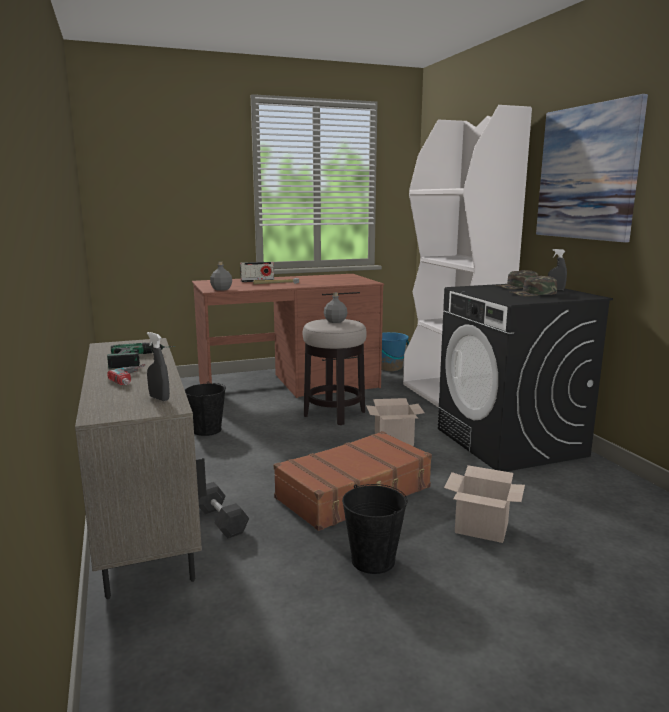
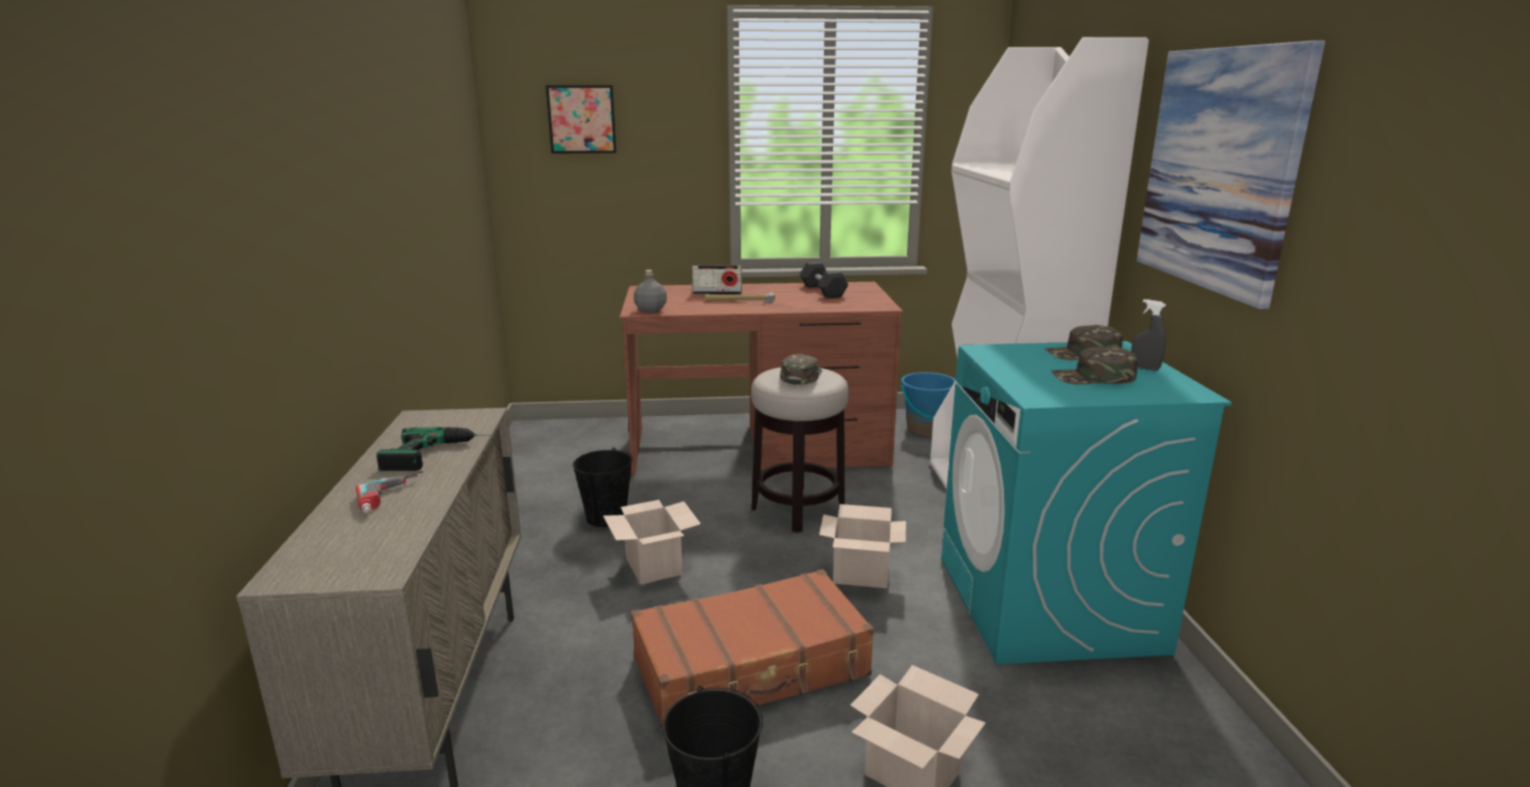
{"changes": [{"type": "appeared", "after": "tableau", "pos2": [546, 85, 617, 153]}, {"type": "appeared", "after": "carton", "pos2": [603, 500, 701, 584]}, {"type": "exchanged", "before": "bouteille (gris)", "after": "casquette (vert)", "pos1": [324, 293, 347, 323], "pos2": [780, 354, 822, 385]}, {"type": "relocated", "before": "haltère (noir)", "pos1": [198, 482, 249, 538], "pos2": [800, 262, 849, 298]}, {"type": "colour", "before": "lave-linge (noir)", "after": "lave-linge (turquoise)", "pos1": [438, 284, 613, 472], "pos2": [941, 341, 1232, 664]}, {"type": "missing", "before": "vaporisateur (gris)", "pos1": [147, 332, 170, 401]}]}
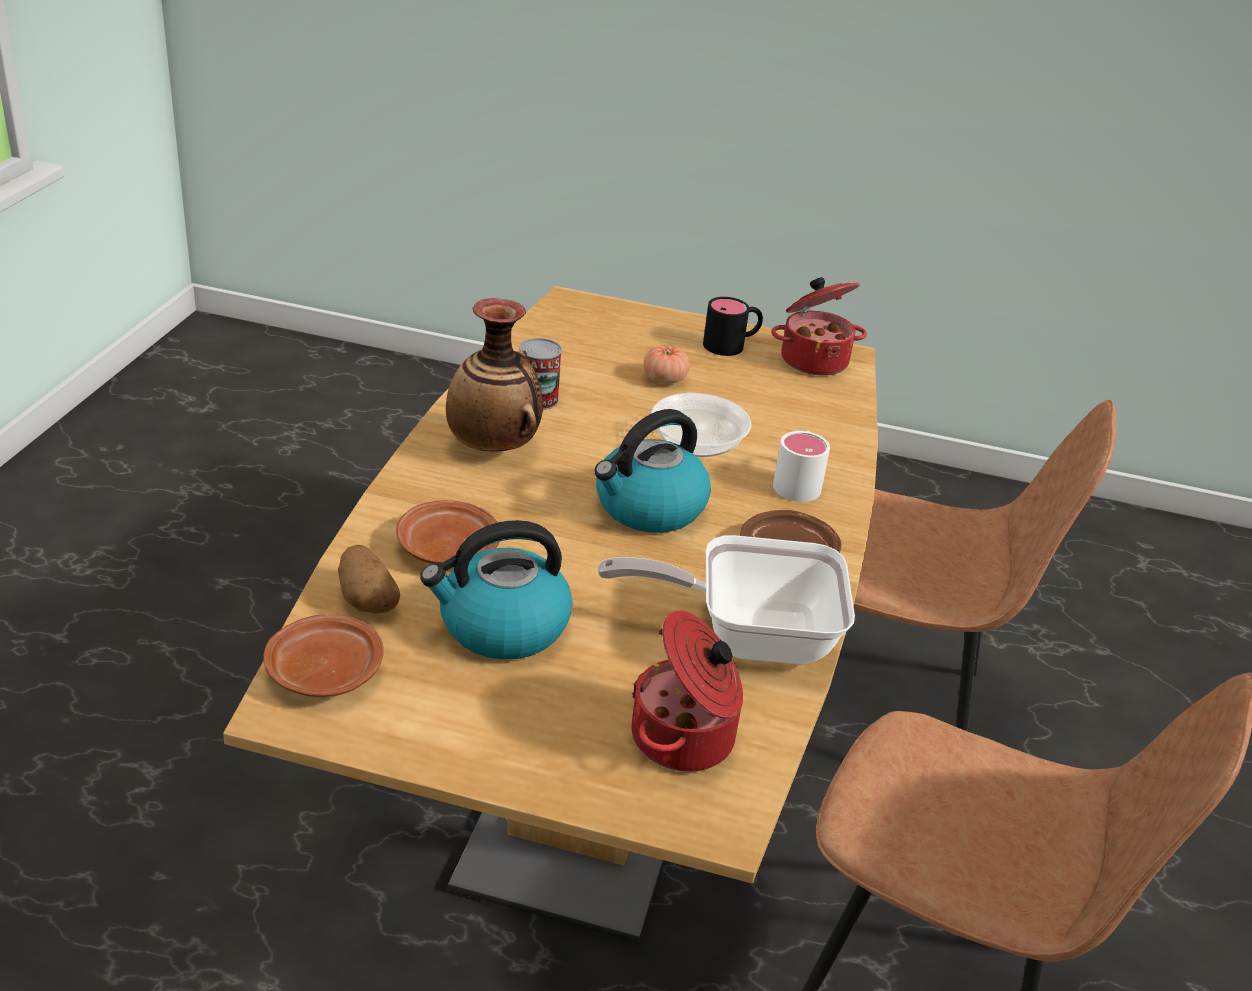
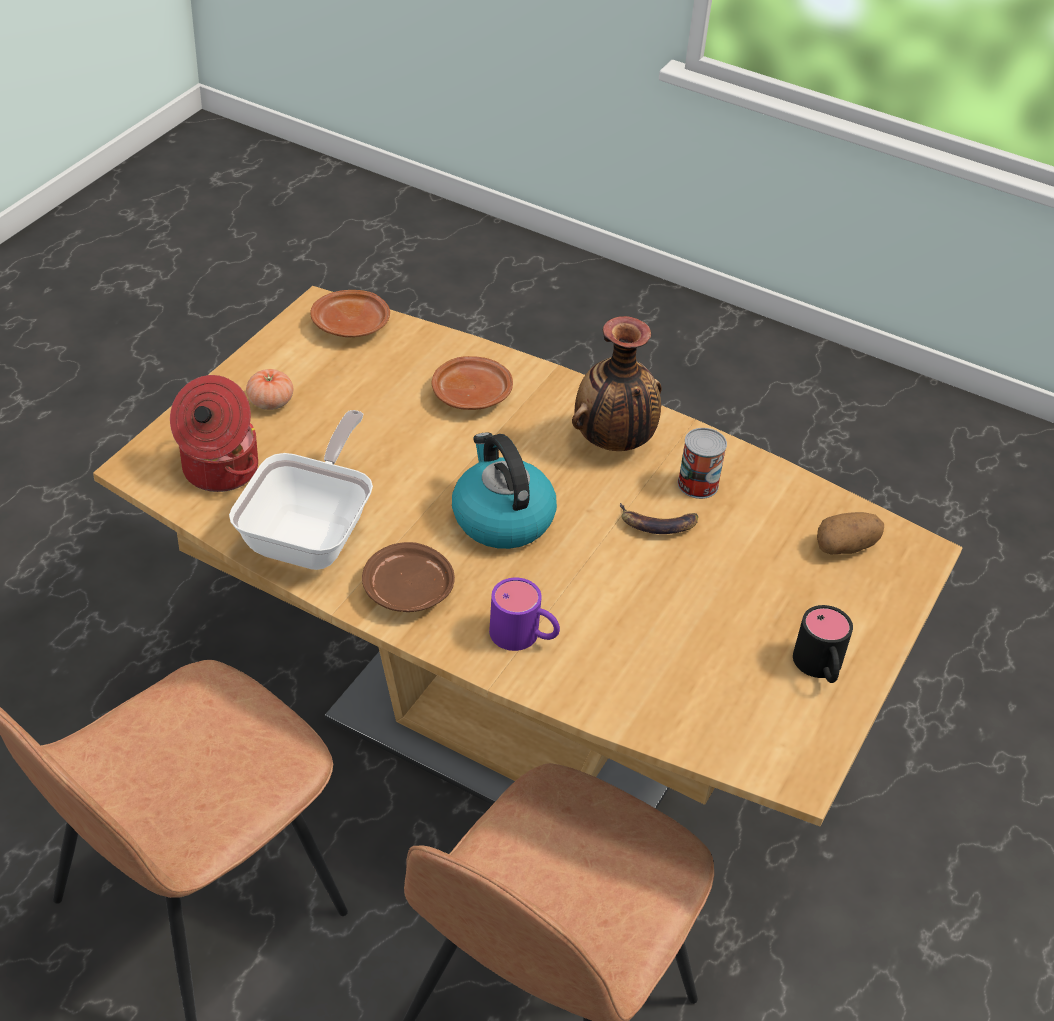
{"changes": [{"type": "relocated", "before": "tomate", "pos1": [643, 345, 690, 384], "pos2": [246, 369, 293, 410]}, {"type": "colour", "before": "mug (blanc)", "after": "mug (violet)", "pos1": [773, 430, 830, 502], "pos2": [489, 578, 560, 651]}, {"type": "appeared", "after": "banane", "pos2": [620, 503, 698, 534]}, {"type": "relocated", "before": "pomme de terre", "pos1": [338, 545, 400, 613], "pos2": [817, 512, 884, 554]}, {"type": "missing", "before": "bouilloire", "pos1": [420, 520, 573, 660]}, {"type": "missing", "before": "bol", "pos1": [651, 393, 751, 457]}, {"type": "missing", "before": "marmite", "pos1": [771, 277, 867, 376]}]}
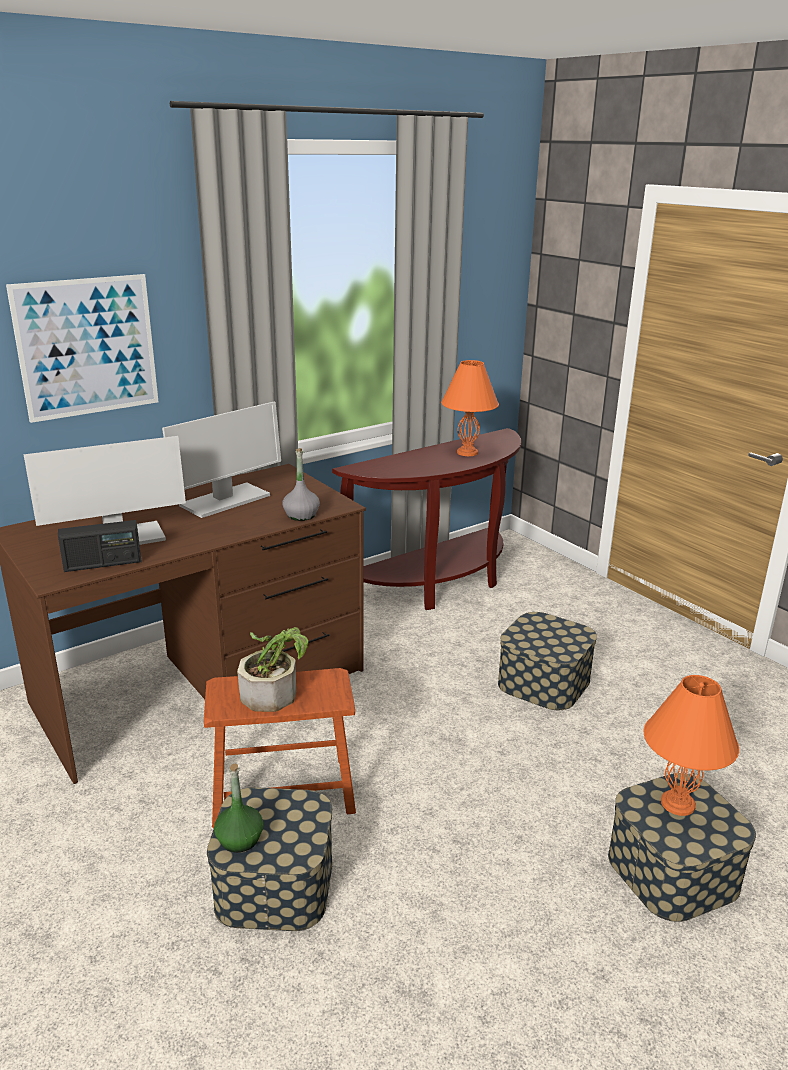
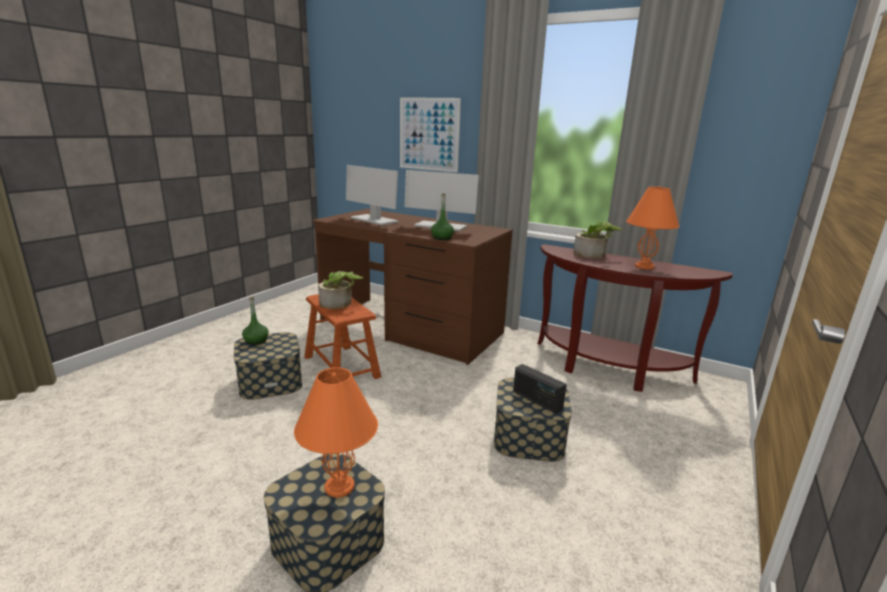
{"changes": [{"type": "colour", "before": "bouteille (gris)", "after": "bouteille (vert)", "pos1": [282, 448, 320, 521], "pos2": [431, 194, 454, 240]}, {"type": "relocated", "before": "radio", "pos1": [58, 520, 142, 572], "pos2": [513, 364, 567, 414]}, {"type": "appeared", "after": "plante en pot", "pos2": [573, 221, 623, 259]}]}
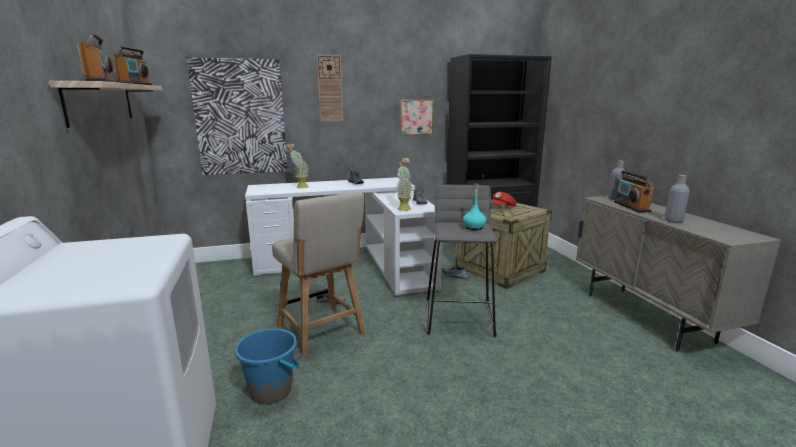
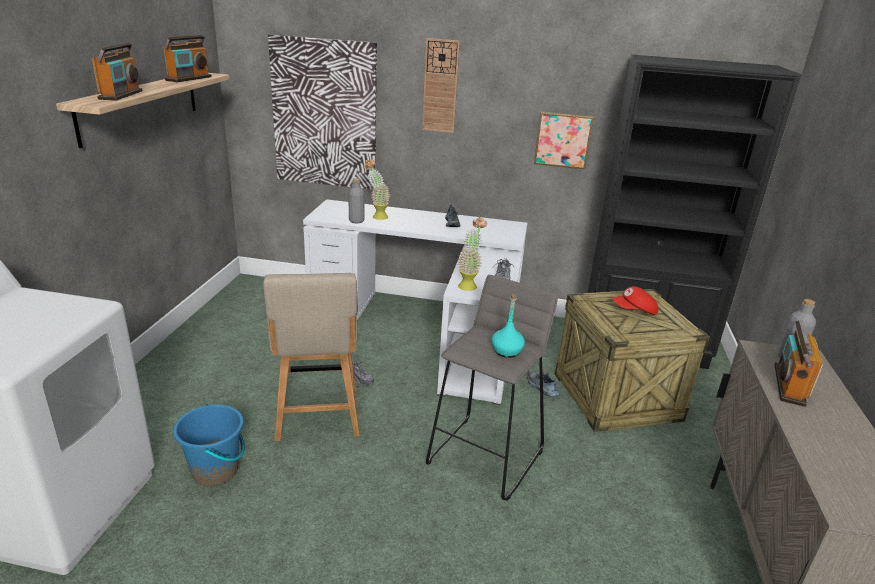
{"changes": [{"type": "relocated", "before": "bouteille (gris)", "pos1": [665, 175, 690, 223], "pos2": [348, 178, 365, 223]}]}
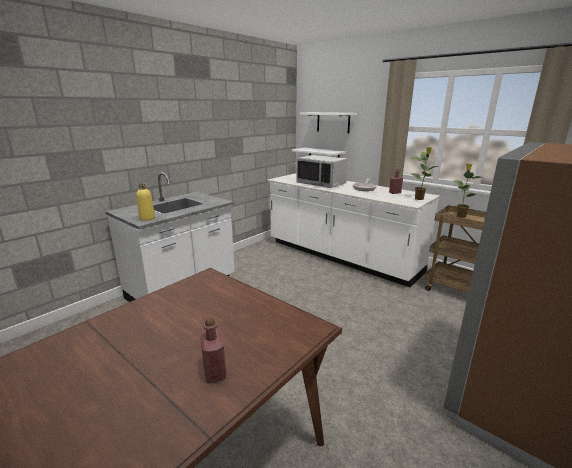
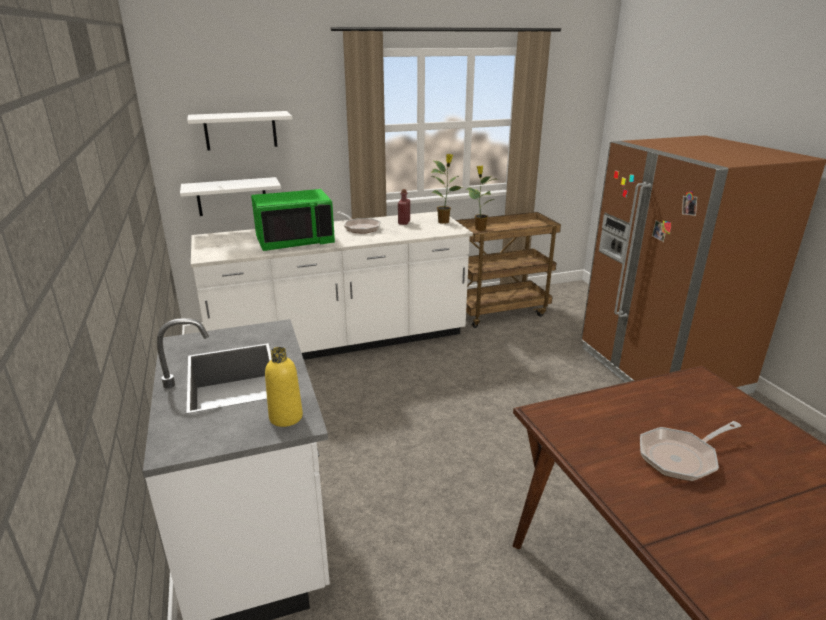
{"changes": [{"type": "colour", "before": "micro-ondes (gris)", "after": "micro-ondes (vert)", "pos1": [296, 155, 348, 188], "pos2": [251, 189, 335, 251]}, {"type": "appeared", "after": "poêle", "pos2": [640, 421, 741, 482]}, {"type": "missing", "before": "bouteille (rouge)", "pos1": [200, 316, 226, 383]}]}
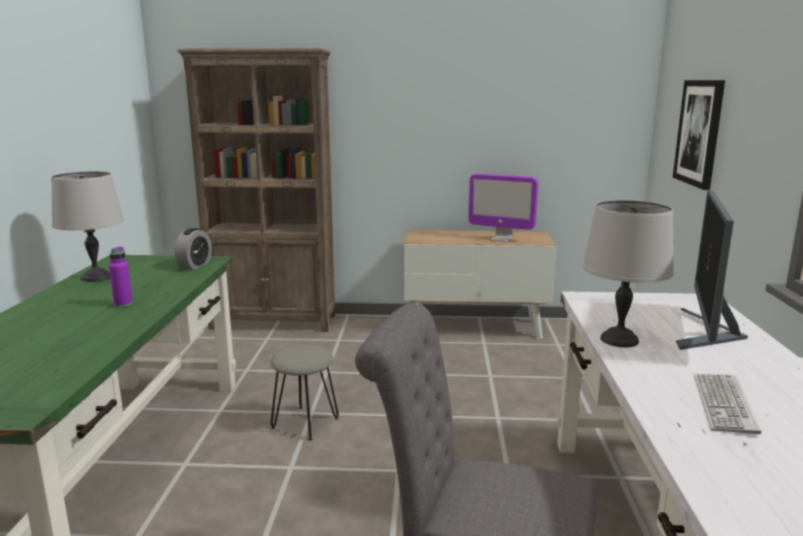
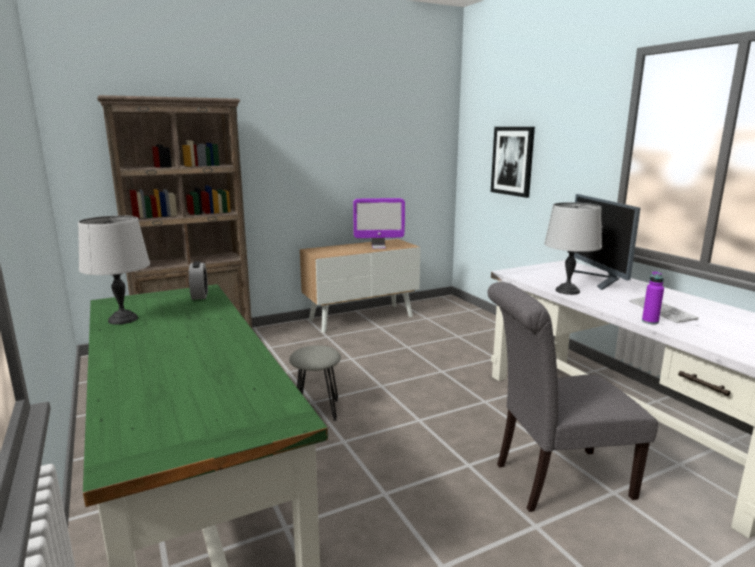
{"changes": [{"type": "relocated", "before": "bouteille (violet)", "pos1": [109, 247, 133, 307], "pos2": [642, 271, 664, 324]}]}
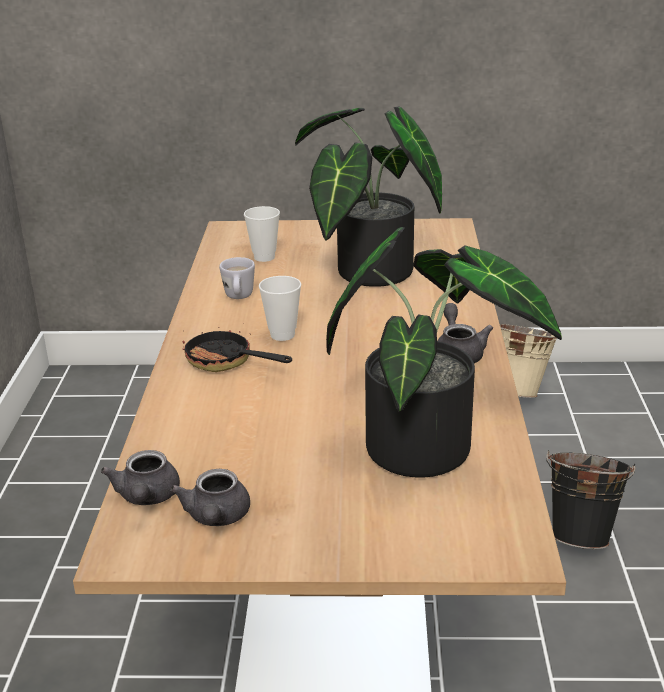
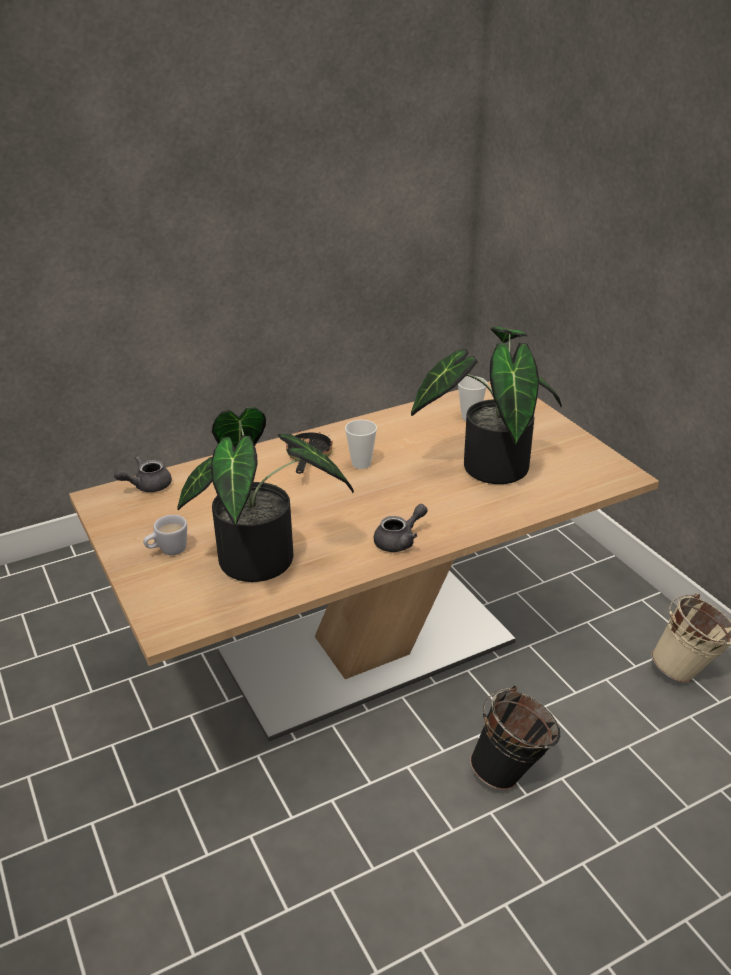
{"changes": [{"type": "relocated", "before": "mug (blanc)", "pos1": [219, 257, 255, 299], "pos2": [143, 515, 187, 555]}, {"type": "missing", "before": "théière (gris)", "pos1": [170, 469, 250, 526]}]}
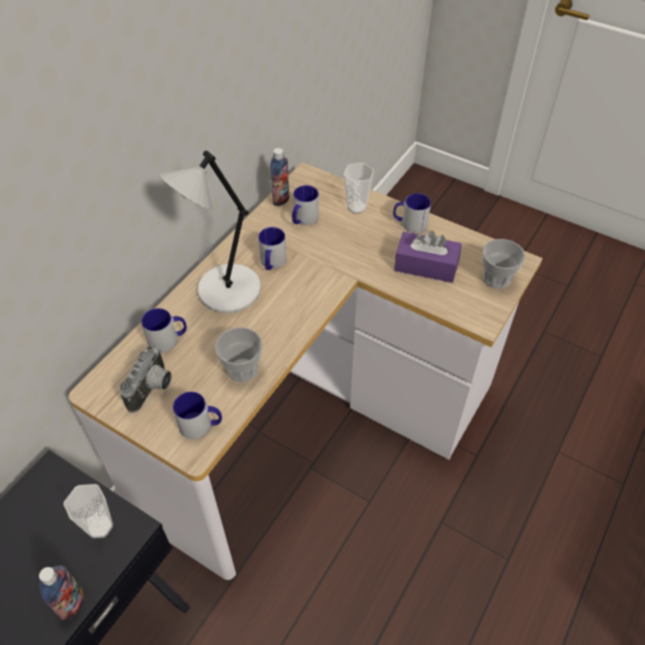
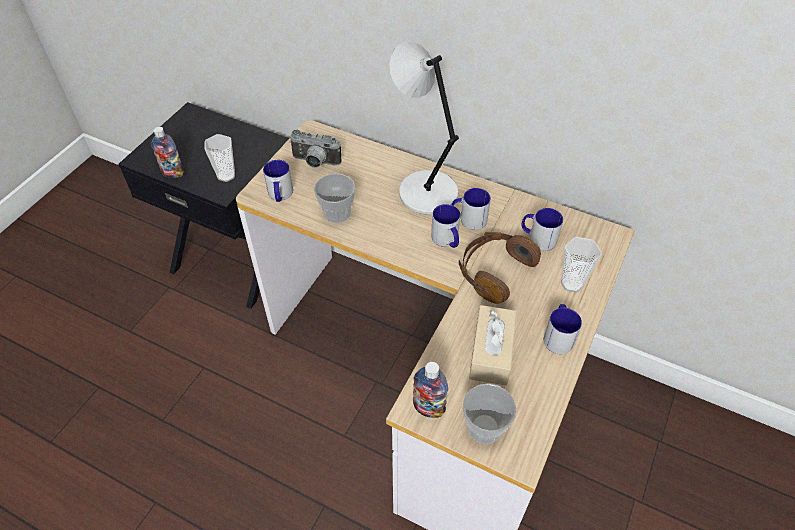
{"changes": [{"type": "relocated", "before": "bouteille", "pos1": [270, 148, 289, 206], "pos2": [413, 362, 448, 418]}, {"type": "relocated", "before": "mug", "pos1": [141, 308, 187, 353], "pos2": [431, 204, 460, 248]}, {"type": "appeared", "after": "casque audio (marron)", "pos2": [459, 232, 541, 304]}, {"type": "colour", "before": "boîte à mouchoirs (violet)", "after": "boîte à mouchoirs (beige)", "pos1": [394, 231, 462, 283], "pos2": [469, 305, 517, 385]}]}
